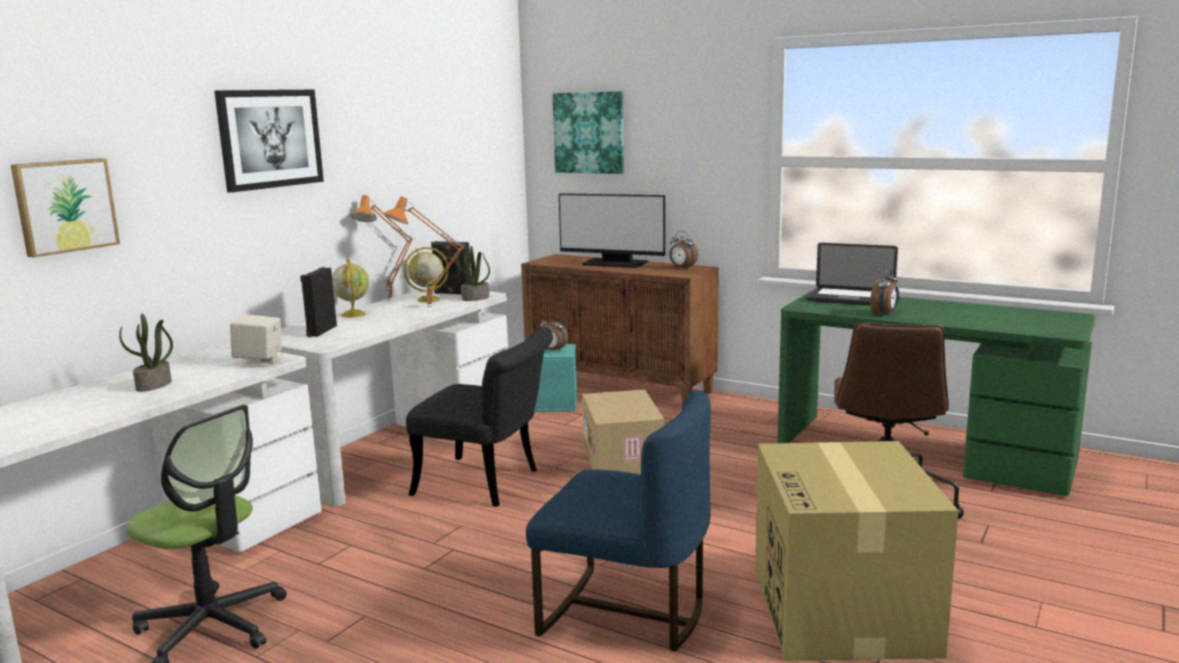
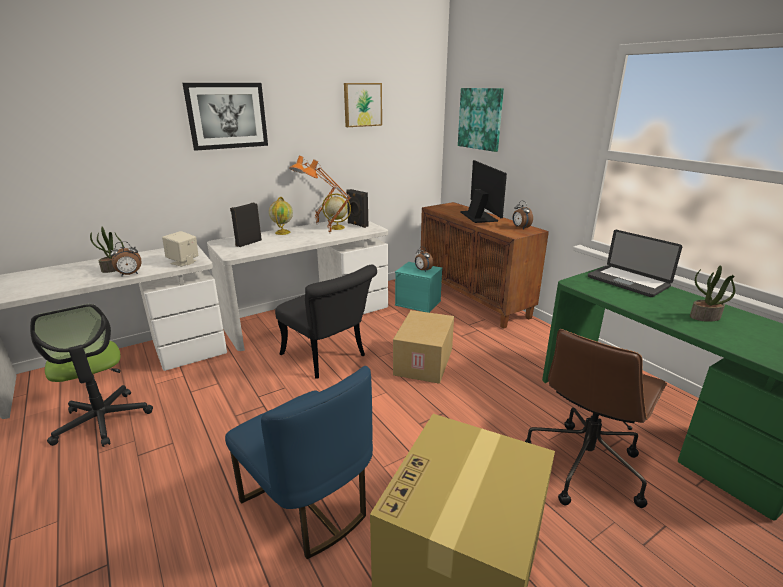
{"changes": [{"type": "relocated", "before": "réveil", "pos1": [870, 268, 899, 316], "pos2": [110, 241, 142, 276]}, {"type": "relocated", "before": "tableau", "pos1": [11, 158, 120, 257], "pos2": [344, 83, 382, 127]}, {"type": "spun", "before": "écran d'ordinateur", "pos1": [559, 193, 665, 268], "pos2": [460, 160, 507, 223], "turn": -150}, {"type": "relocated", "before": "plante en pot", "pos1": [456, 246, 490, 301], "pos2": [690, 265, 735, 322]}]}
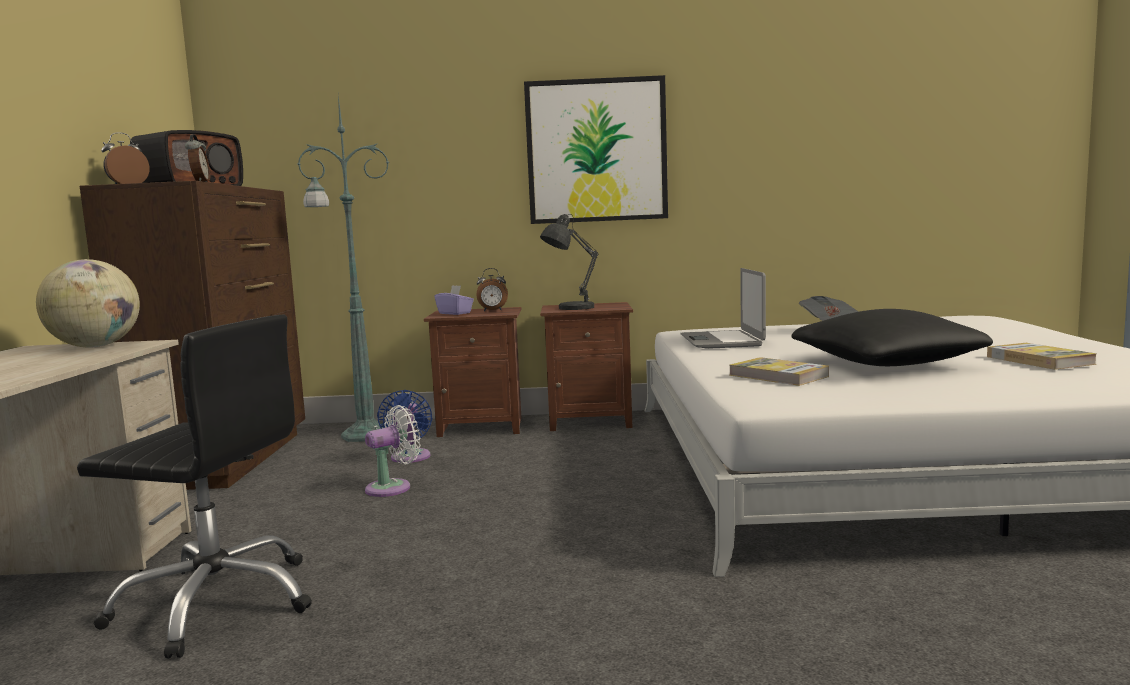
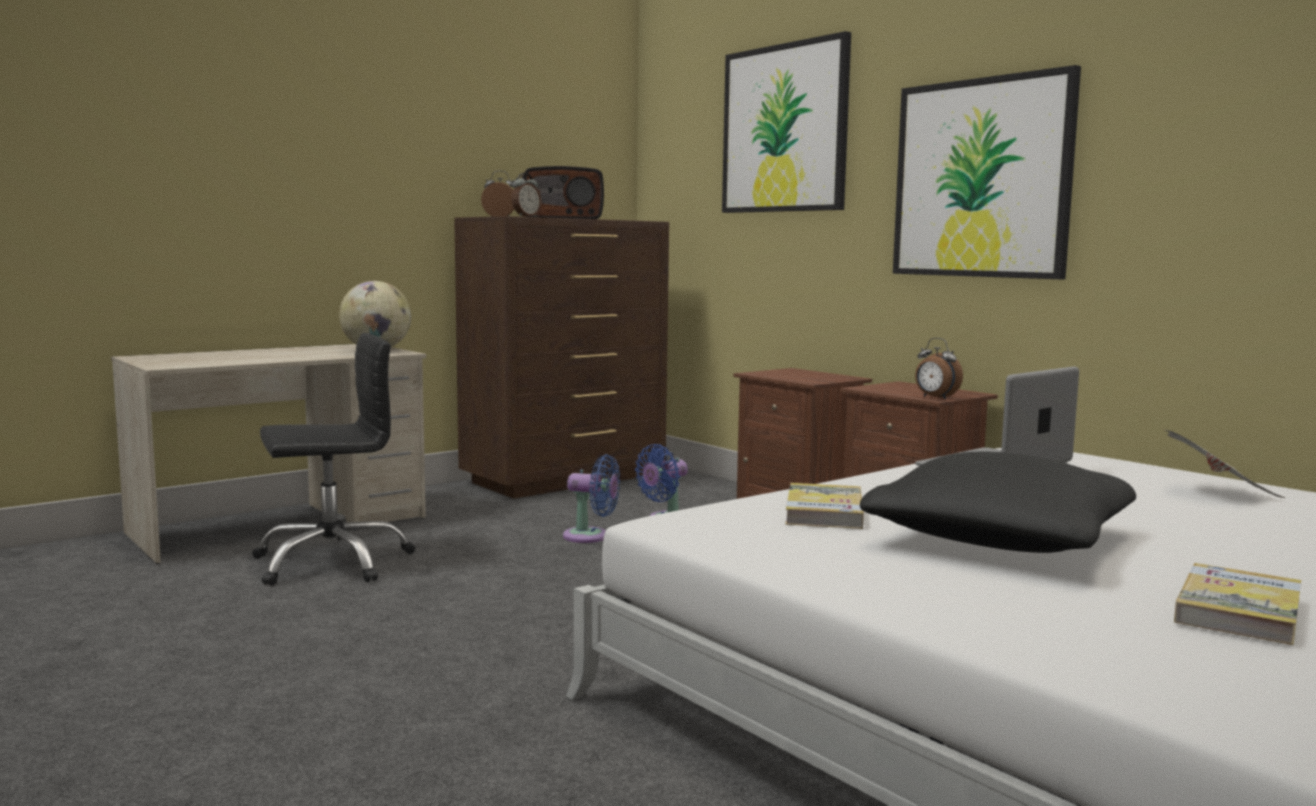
{"changes": [{"type": "spun", "before": "chaise de bureau (noir)", "pos1": [77, 315, 312, 659], "pos2": [252, 333, 415, 586], "turn": -90}, {"type": "colour", "before": "ventilateur (blanc)", "after": "ventilateur (bleu)", "pos1": [365, 405, 420, 497], "pos2": [563, 454, 620, 543]}, {"type": "appeared", "after": "tableau", "pos2": [722, 31, 851, 213]}, {"type": "relocated", "before": "réveil", "pos1": [477, 268, 508, 311], "pos2": [915, 338, 963, 399]}, {"type": "missing", "before": "lampadaire (vert)", "pos1": [298, 95, 389, 442]}, {"type": "missing", "before": "boîte à mouchoirs (violet)", "pos1": [434, 285, 474, 315]}, {"type": "missing", "before": "lampe de table (gris)", "pos1": [540, 214, 598, 310]}]}
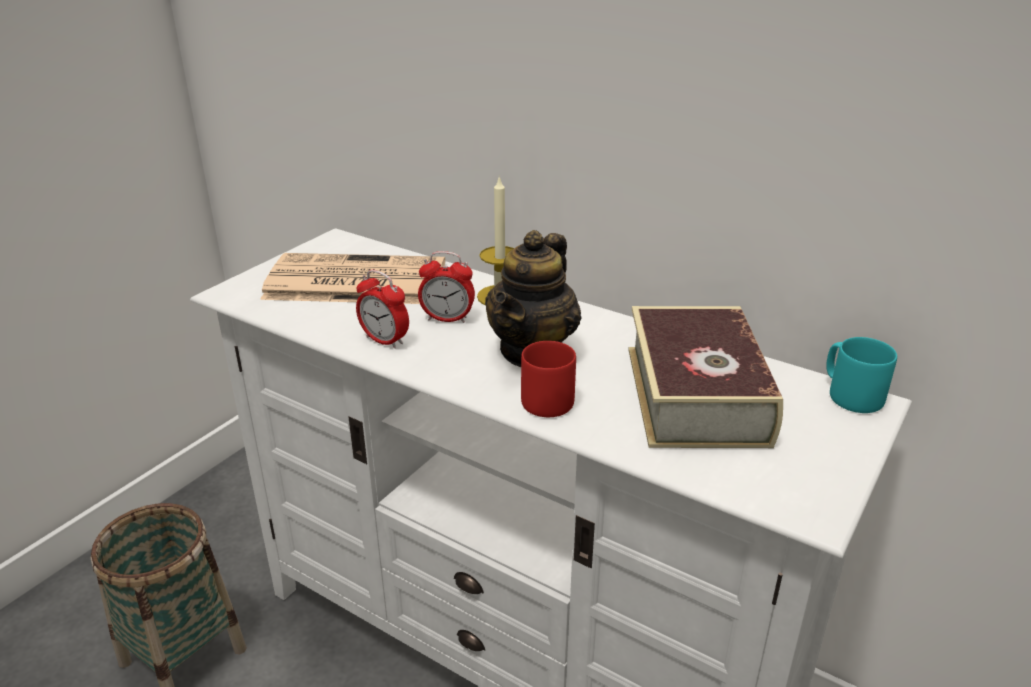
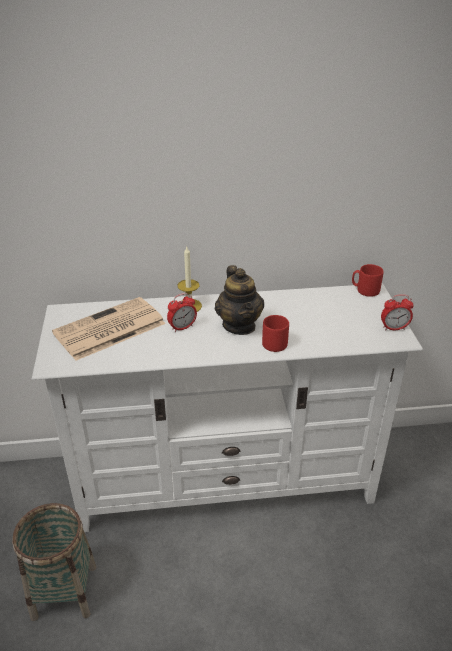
{"changes": [{"type": "colour", "before": "mug (turquoise)", "after": "mug (rouge)", "pos1": [826, 337, 897, 413], "pos2": [352, 264, 384, 297]}, {"type": "relocated", "before": "réveil", "pos1": [356, 270, 409, 349], "pos2": [381, 294, 414, 331]}, {"type": "missing", "before": "livre", "pos1": [628, 306, 783, 448]}]}
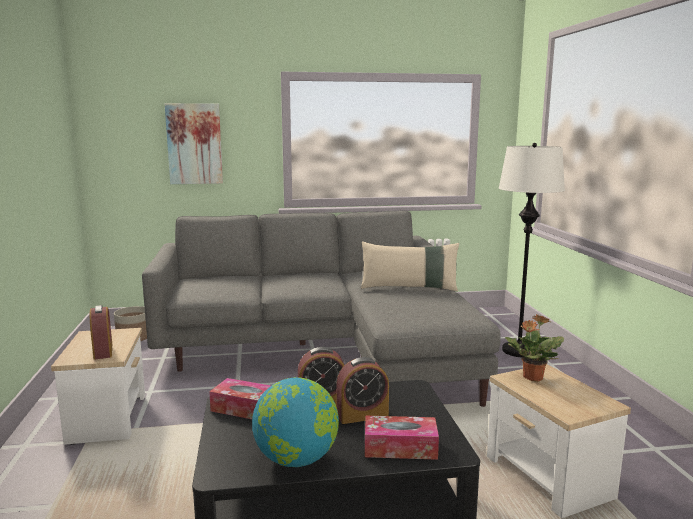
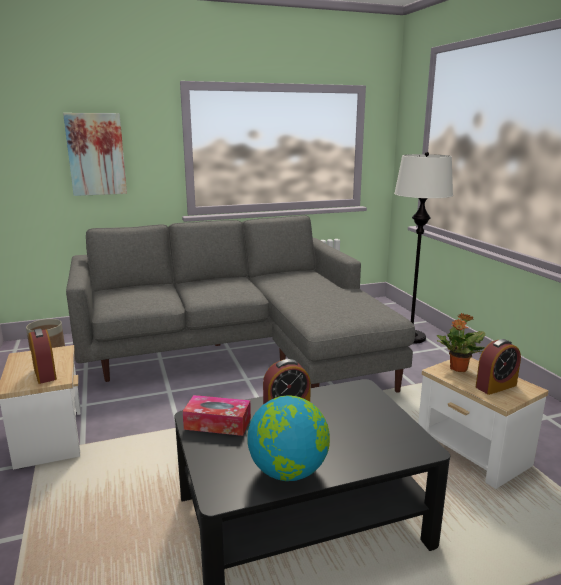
{"changes": [{"type": "relocated", "before": "réveil", "pos1": [337, 357, 389, 424], "pos2": [476, 339, 521, 395]}, {"type": "missing", "before": "coussin (beige)", "pos1": [361, 241, 459, 291]}, {"type": "missing", "before": "boîte à mouchoirs", "pos1": [365, 416, 439, 460]}]}
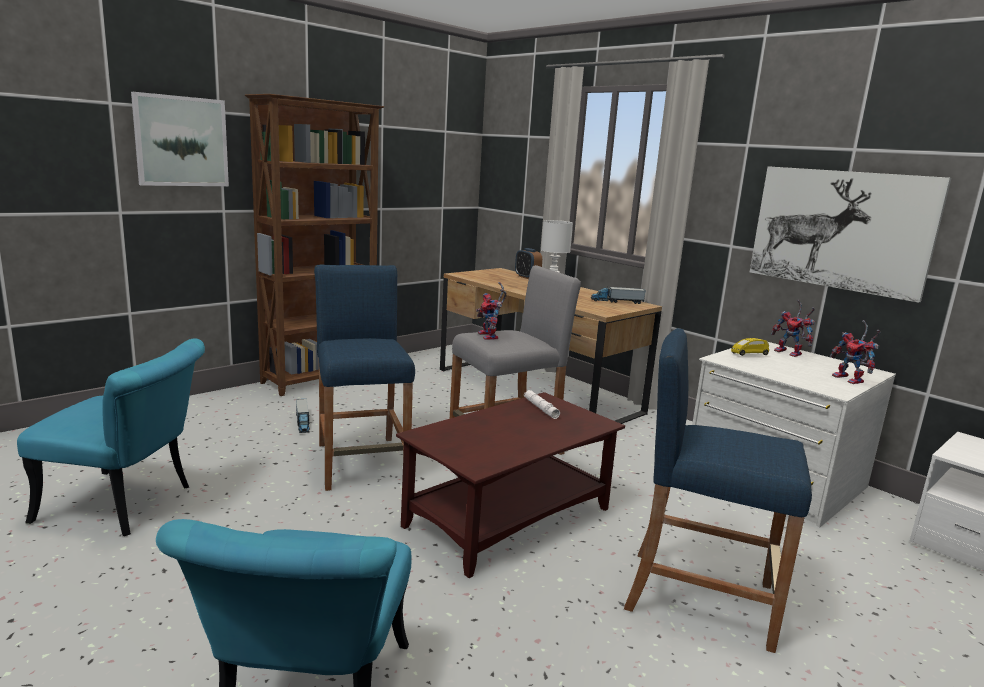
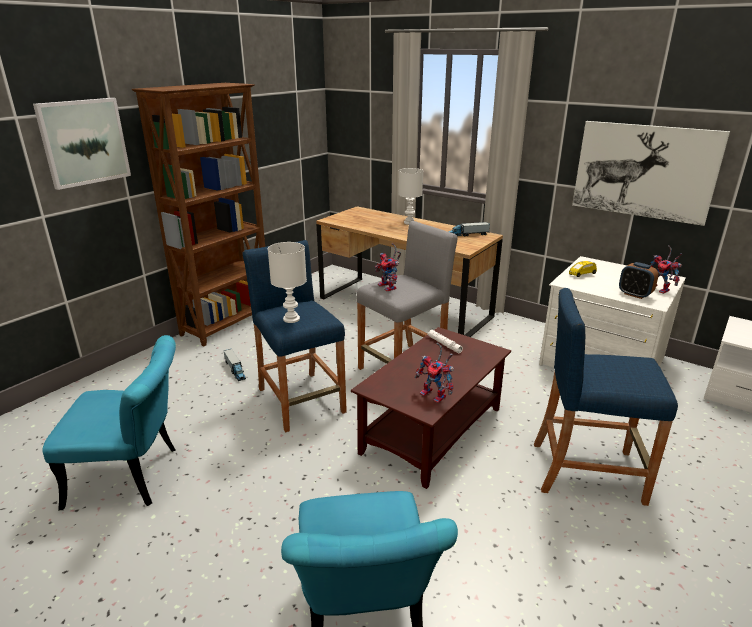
{"changes": [{"type": "appeared", "after": "lampe de table (blanc)", "pos2": [268, 242, 307, 323]}, {"type": "relocated", "before": "robot jouet", "pos1": [771, 300, 816, 357], "pos2": [415, 342, 454, 403]}, {"type": "relocated", "before": "réveil", "pos1": [515, 248, 542, 279], "pos2": [619, 262, 659, 299]}]}
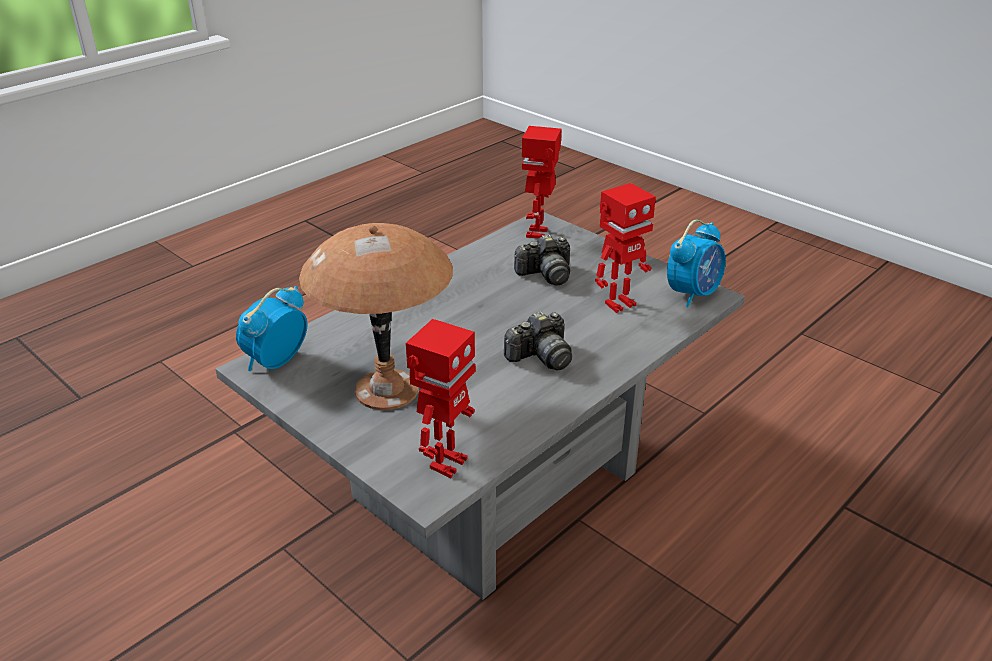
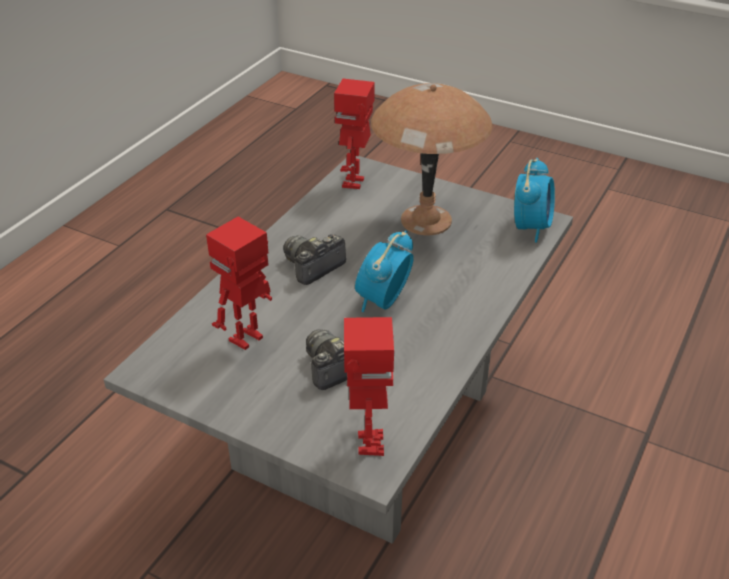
{"changes": [{"type": "relocated", "before": "réveil", "pos1": [667, 220, 726, 308], "pos2": [355, 230, 414, 312]}]}
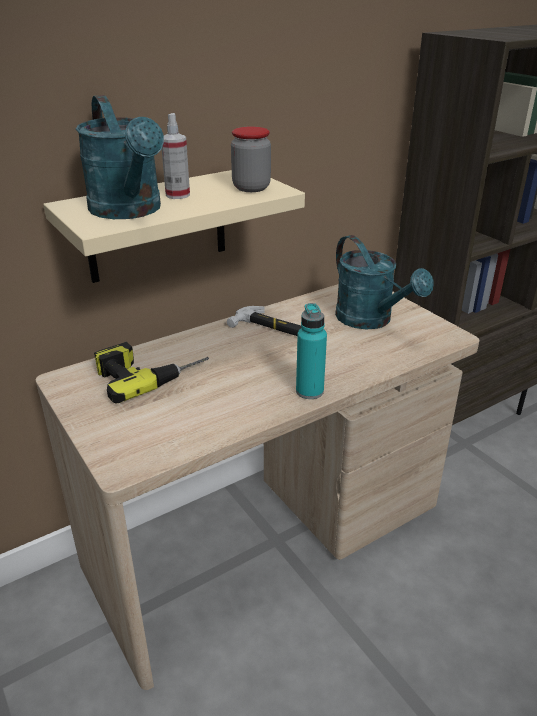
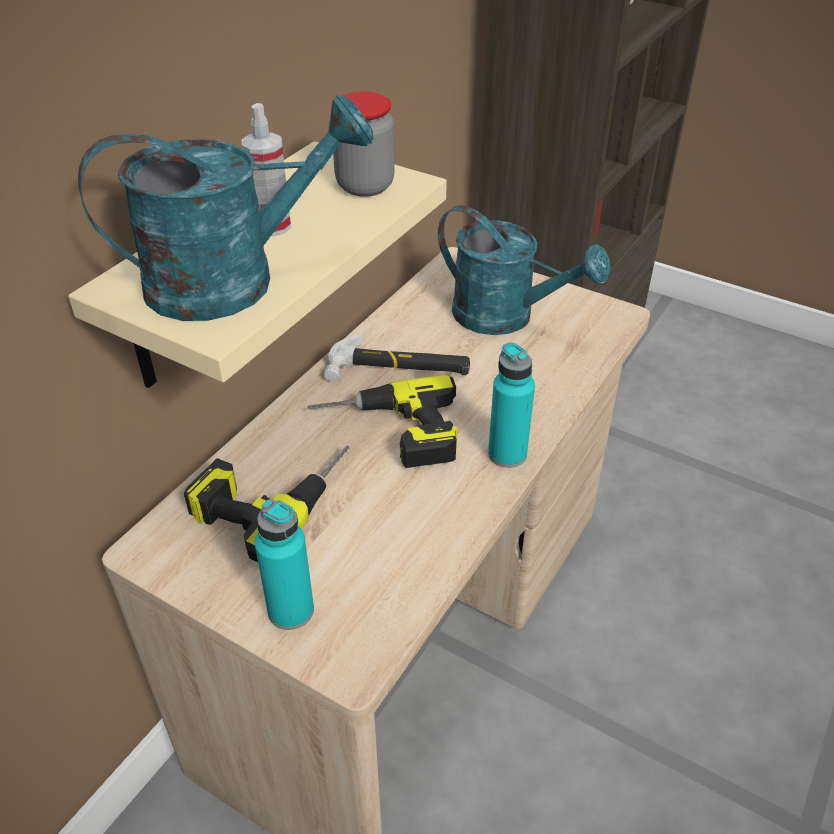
{"changes": [{"type": "spun", "before": "arrosoir (turquoise)", "pos1": [75, 95, 164, 219], "pos2": [78, 95, 373, 321], "turn": -60}, {"type": "appeared", "after": "bouteille (turquoise)", "pos2": [255, 499, 314, 630]}, {"type": "appeared", "after": "perceuse", "pos2": [307, 375, 458, 468]}]}
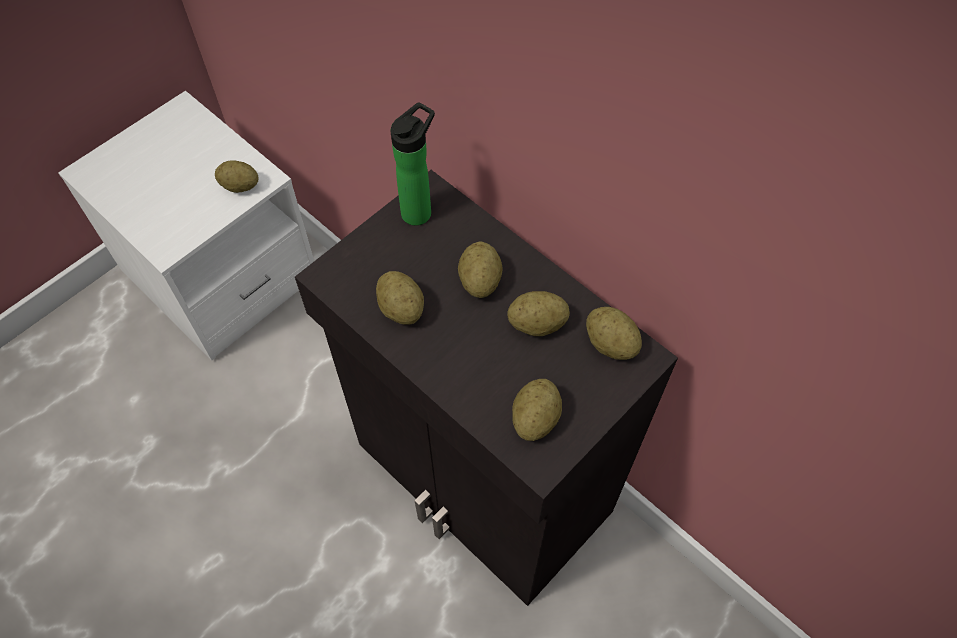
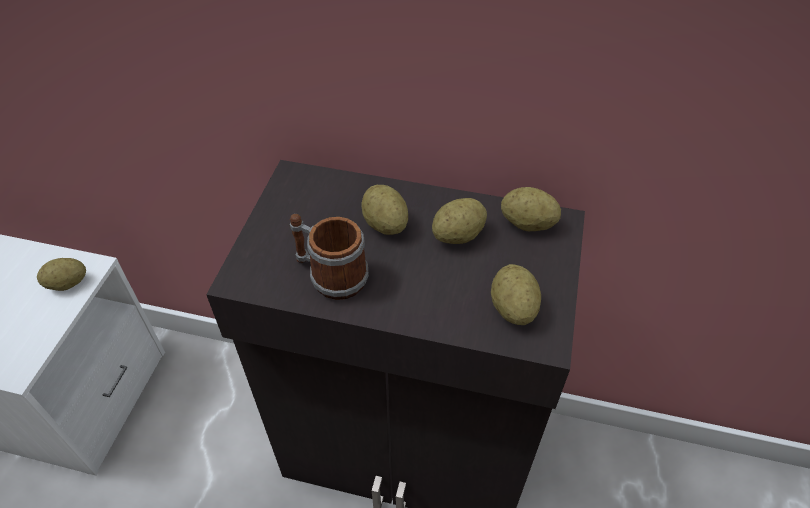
{"changes": [{"type": "exchanged", "before": "pomme de terre", "after": "mug", "pos1": [376, 271, 424, 324], "pos2": [290, 214, 369, 300]}, {"type": "missing", "before": "bouteille", "pos1": [391, 102, 435, 226]}]}
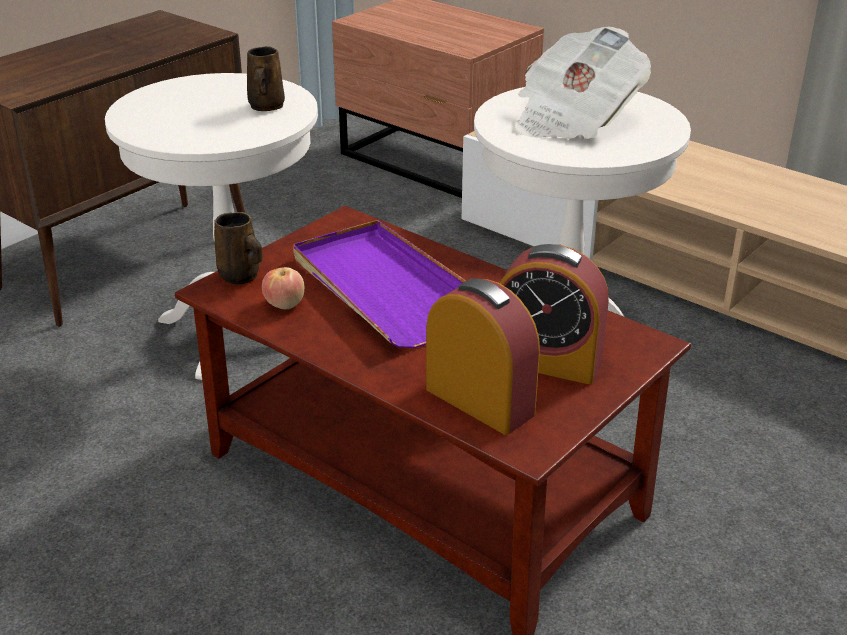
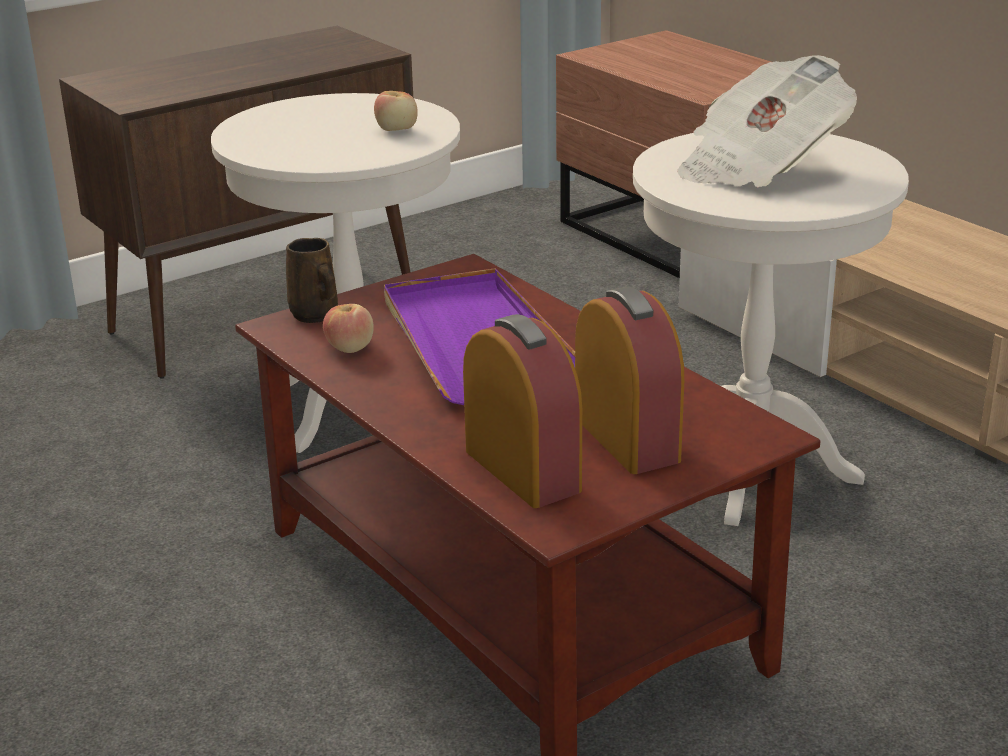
{"changes": [{"type": "exchanged", "before": "mug (marron)", "after": "pomme", "pos1": [247, 46, 285, 111], "pos2": [374, 91, 418, 131]}, {"type": "spun", "before": "réveil", "pos1": [500, 244, 609, 384], "pos2": [575, 287, 684, 474], "turn": -150}]}
